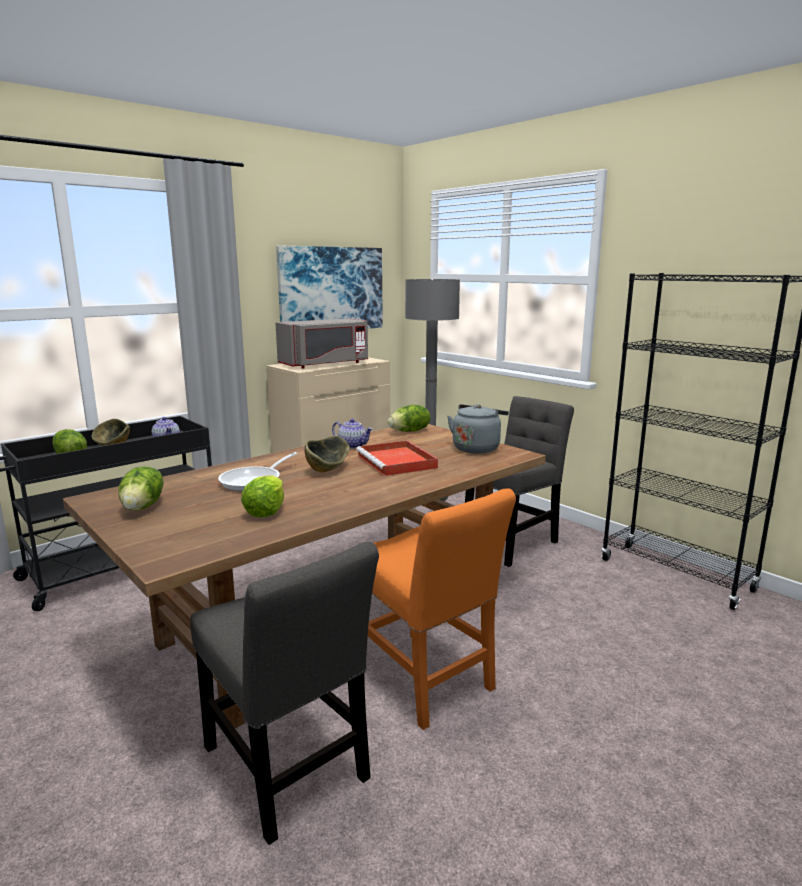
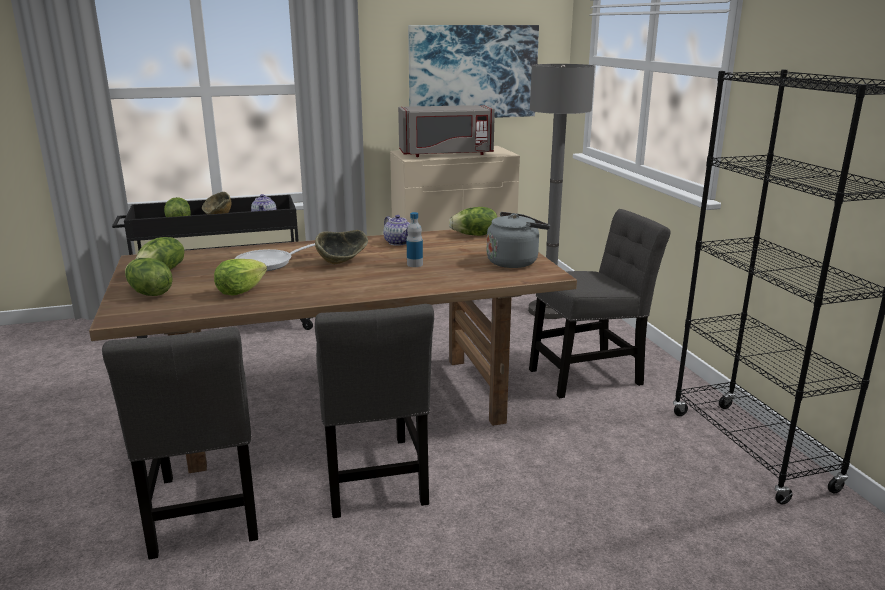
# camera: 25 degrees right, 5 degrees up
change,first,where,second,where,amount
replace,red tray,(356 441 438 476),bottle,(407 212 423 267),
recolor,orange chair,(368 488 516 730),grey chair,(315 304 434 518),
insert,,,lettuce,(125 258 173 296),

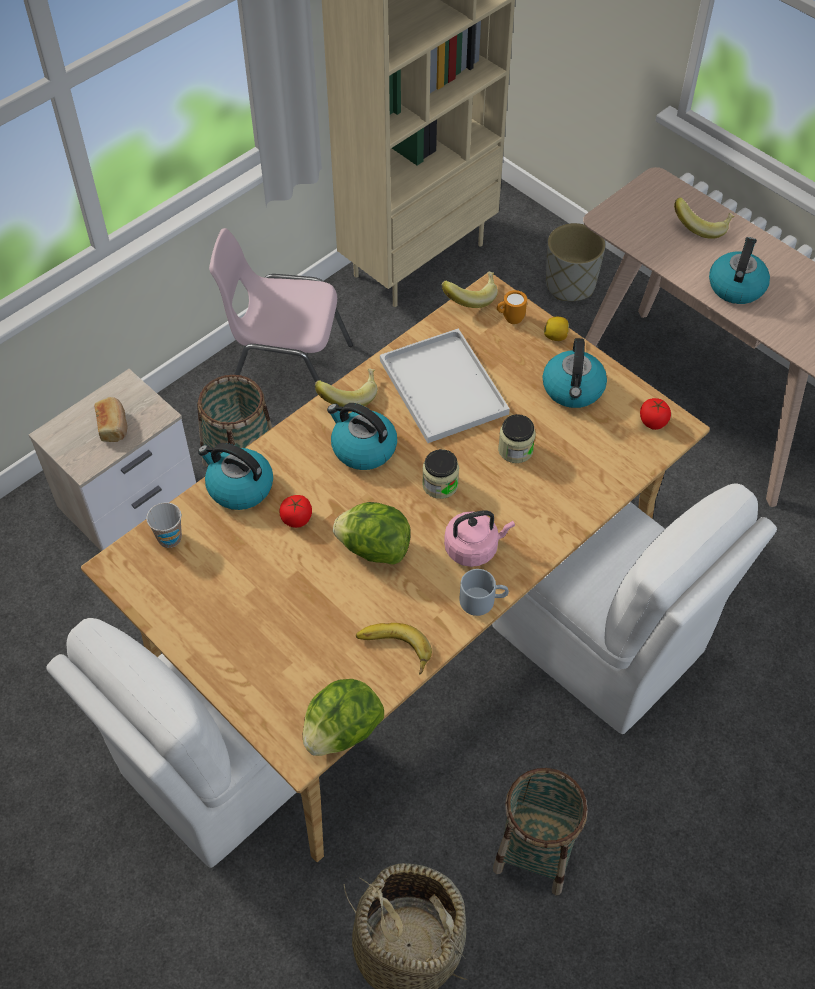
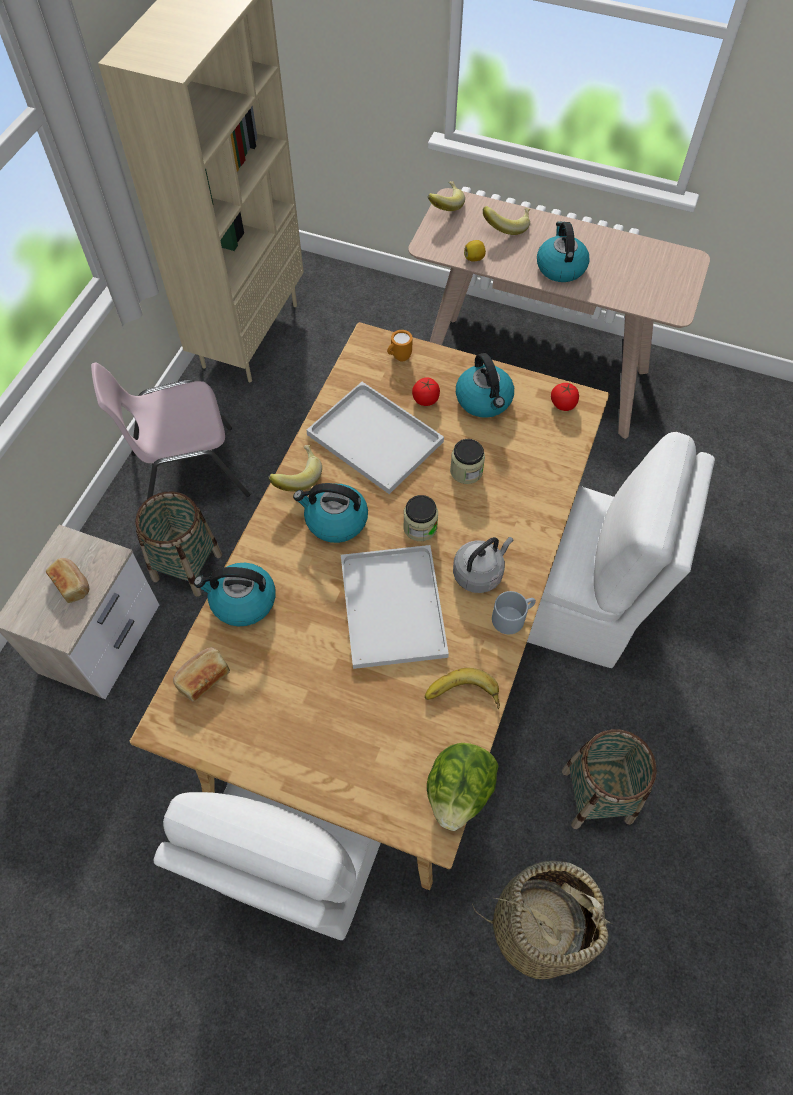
# camera: 25 degrees left, 5 degrees up
change,first,where,second,where,amount
replace,cup,(146 502 182 548),bread,(173 647 230 702),
move,tomato,(280 495 312 528),,(412 377 440 406),
replace,lettuce,(333 502 410 565),white tray,(341 545 449 669),
move,banana,(442 272 498 308),,(427 181 465 211),
recolor,pink kettle,(444 510 515 567),grey kettle,(453 537 514 593),
move,lemon,(544 317 569 341),,(464 240 486 262),
delete,grey planter,(546 223 605 301),,,

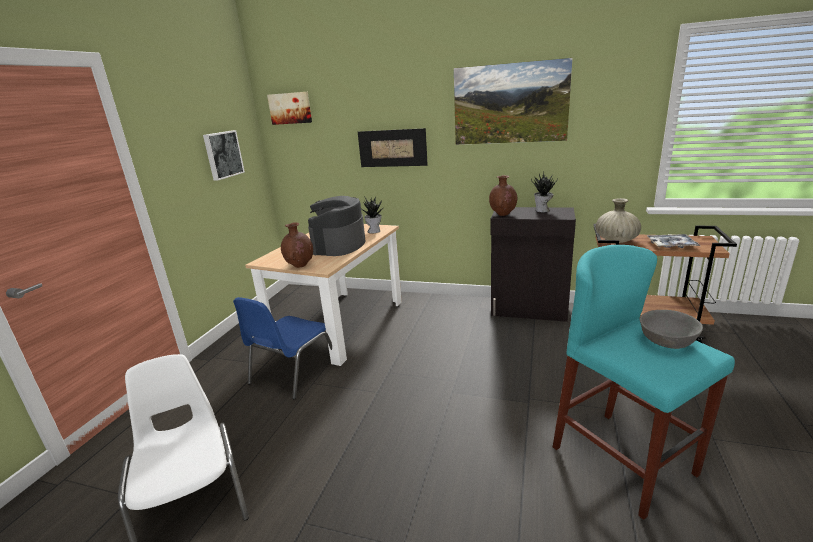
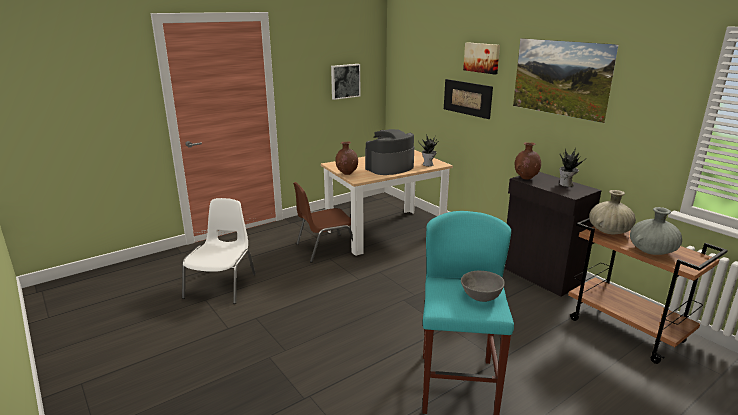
# camera: 35 degrees right, 0 degrees up
change,first,where,second,where,amount
recolor,blue chair,(233 297 332 399),brown chair,(293 182 353 263),
move,picture,(267 92 312 125),,(463 42 500 75),
replace,tray,(646 234 700 248),grey vase,(630 207 682 255),

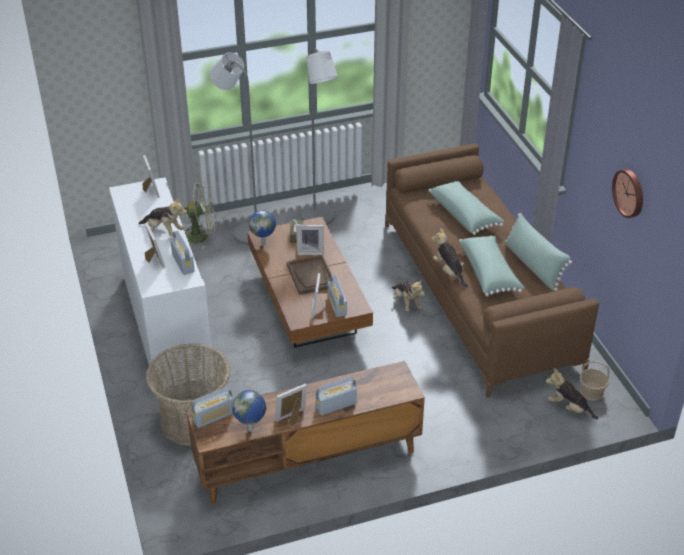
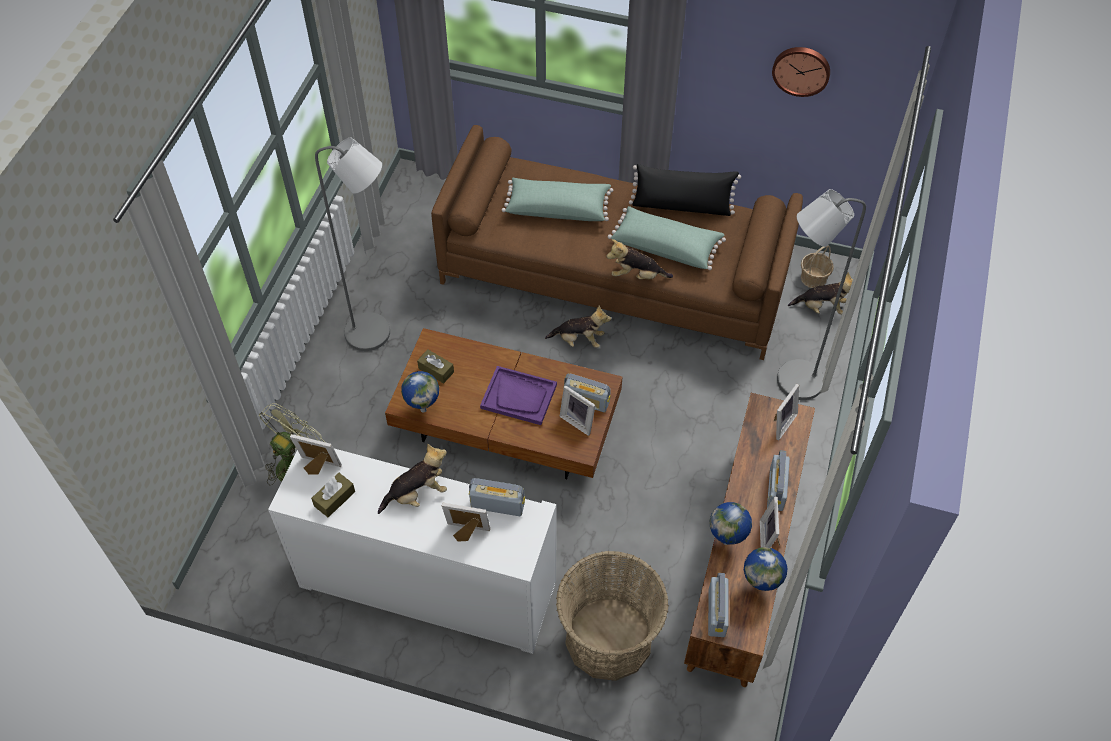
# camera: 55 degrees left, 15 degrees up
change,first,where,second,where,amount
move,grey floor lamp,(209 52 257 245),,(777 189 866 400),
recolor,brown tray,(287 255 332 295),purple tray,(480 366 557 425),
move,picture frame,(296 225 324 255),,(773 383 799 441),
recolor,green pillow,(505 213 572 291),black pillow,(629 164 741 216),
rotate,plush toy,(546 368 598 419),,(788 272 853 315),150 degrees counterclockwise
insert,,,brown tissue box,(311 473 355 517),
insert,,,globe,(710 502 752 545),

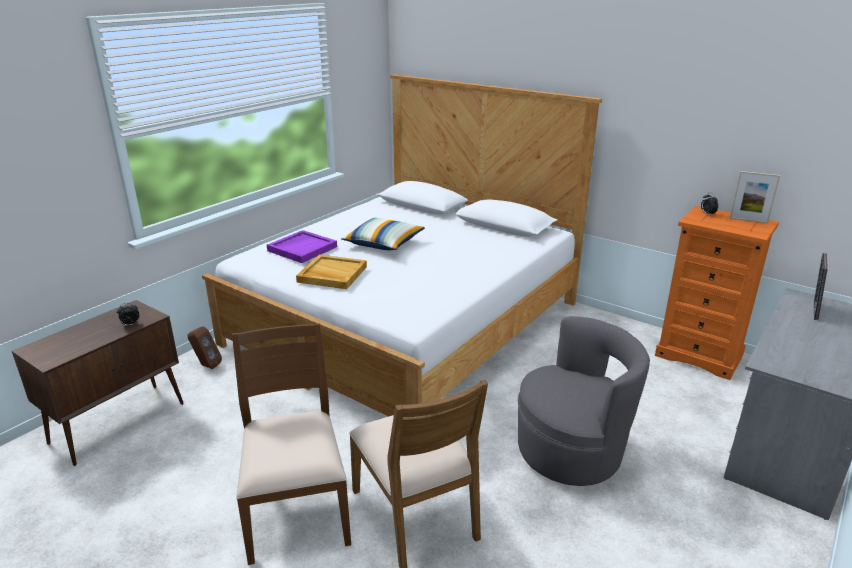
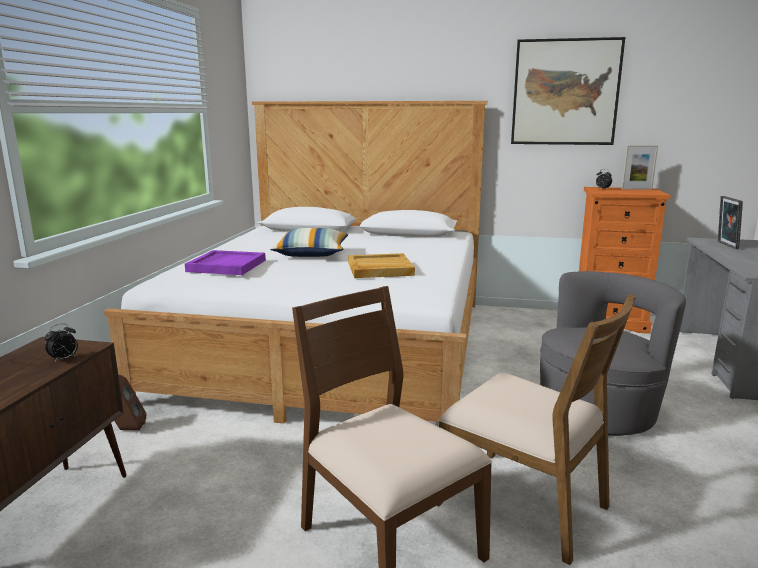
# camera: 25 degrees left, 10 degrees down
change,first,where,second,where,amount
move,beige tray,(296 255 367 289),,(348 253 415 278),
insert,,,picture,(511 37 625 145),

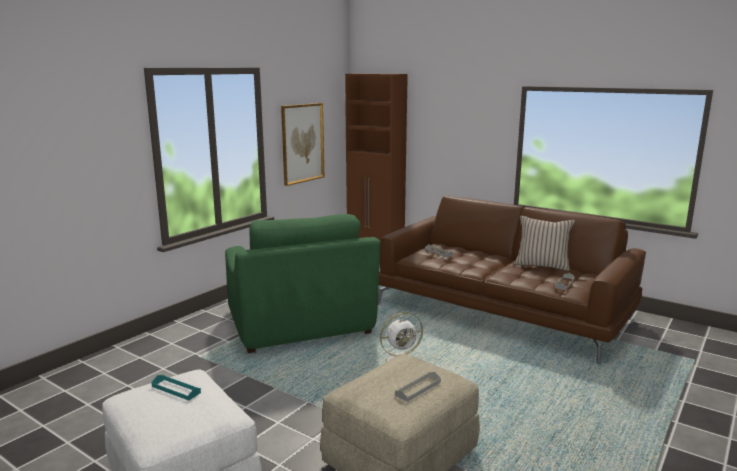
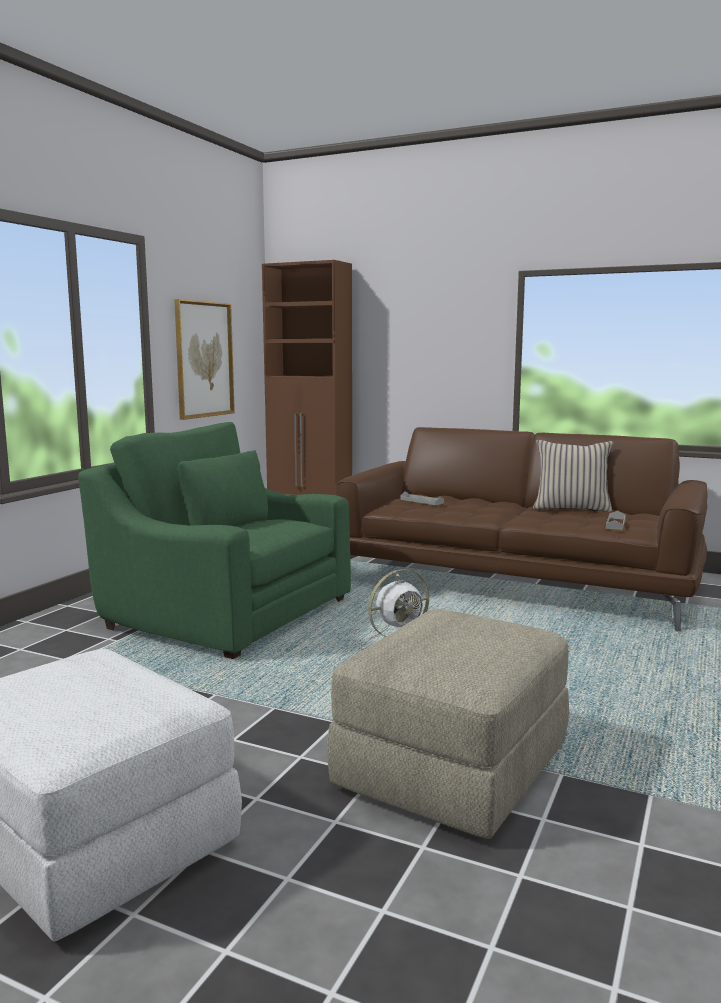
# camera: 10 degrees left, 5 degrees down
change,first,where,second,where,amount
delete,turquoise tray,(151 375 201 401),,,
rotate,green armchair,(225 214 380 353),,(78 422 351 659),150 degrees clockwise
delete,grey tray,(395 372 441 402),,,

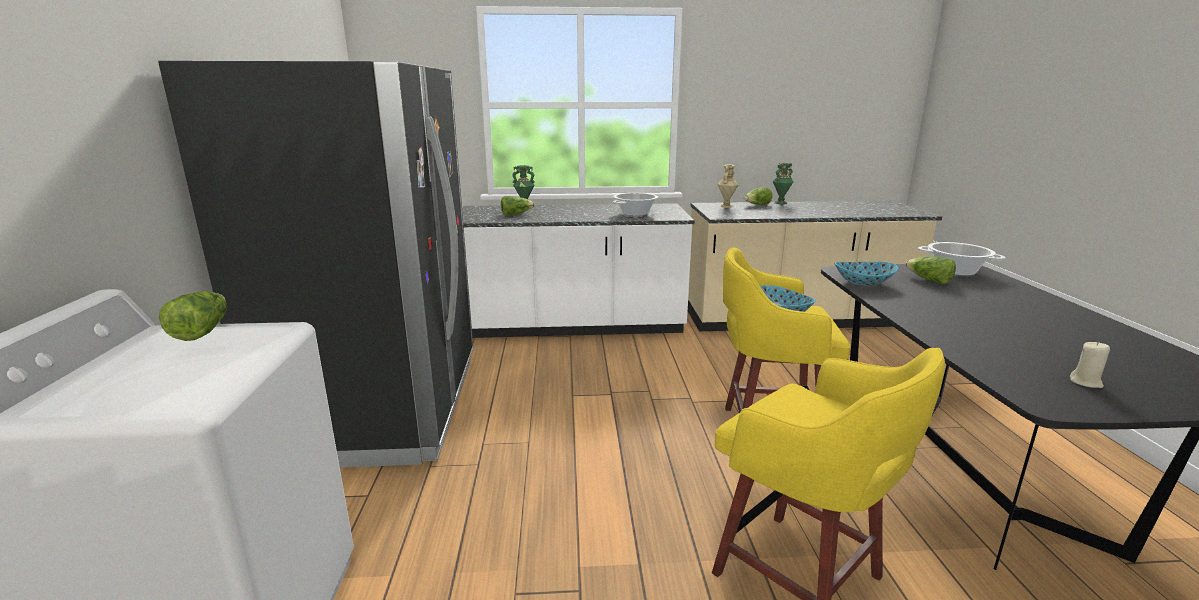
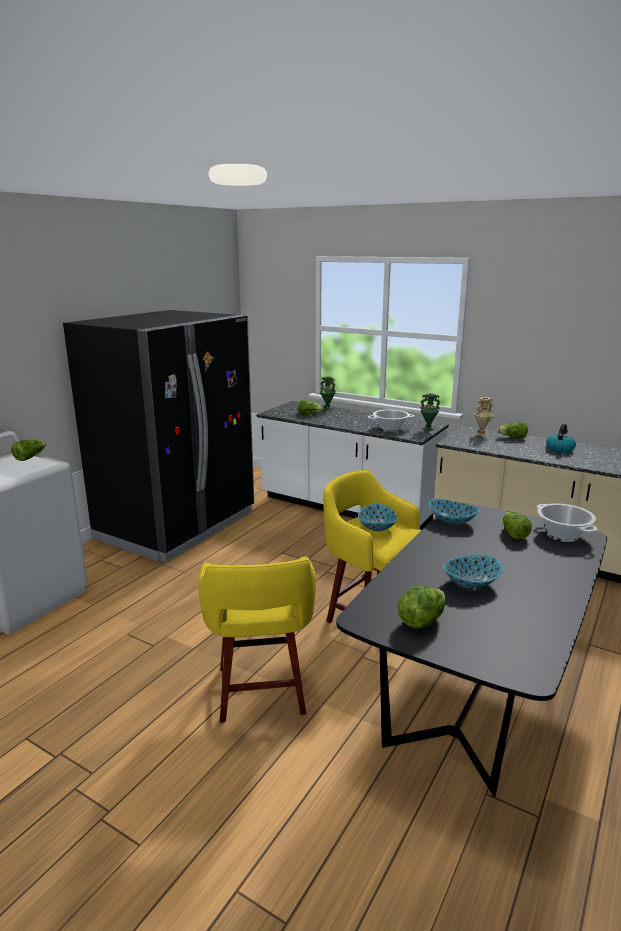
# camera: 35 degrees right, 0 degrees up
change,first,where,second,where,amount
move,green vase,(773 162 794 204),,(420 393 441 431),
replace,beige candle,(1070 341 1110 388),lettuce,(398 586 445 629),
insert,,,bowl,(443 555 502 589),
insert,,,kettle,(546 424 576 453),

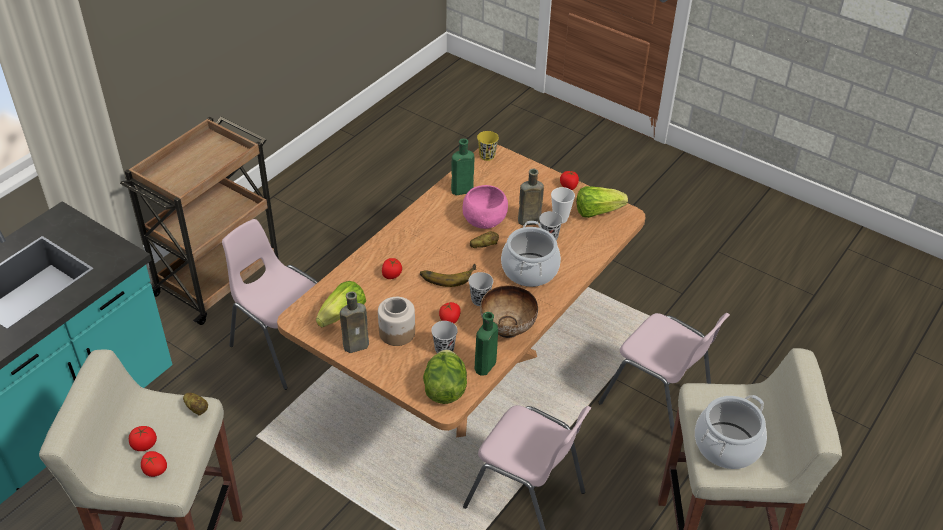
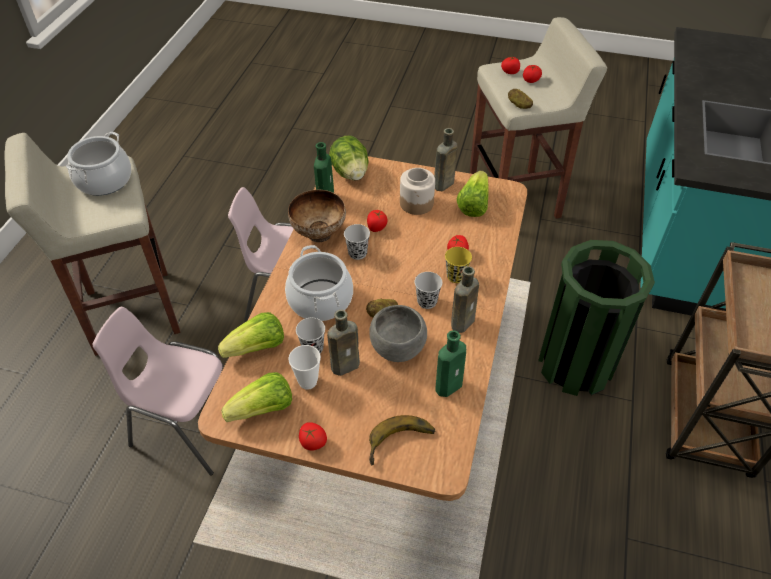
# camera: 160 degrees right, 5 degrees up
change,first,where,second,where,amount
replace,pink chair,(222 219 318 390),green trash can,(538 240 655 396),
move,banana,(420 264 476 287),,(369 415 435 465),
move,black cup,(431 321 458 353),,(415 272 442 309),
recolor,pink bowl,(463 185 508 229),grey bowl,(369 305 427 362),
move,yellow cup,(477 131 499 161),,(445 247 472 283),
insert,,,lettuce,(218 312 284 358),
insert,,,brown bottle,(451 266 479 333),

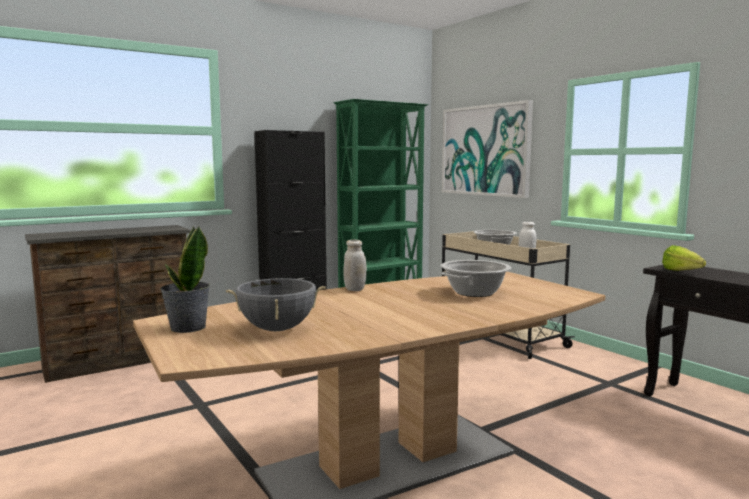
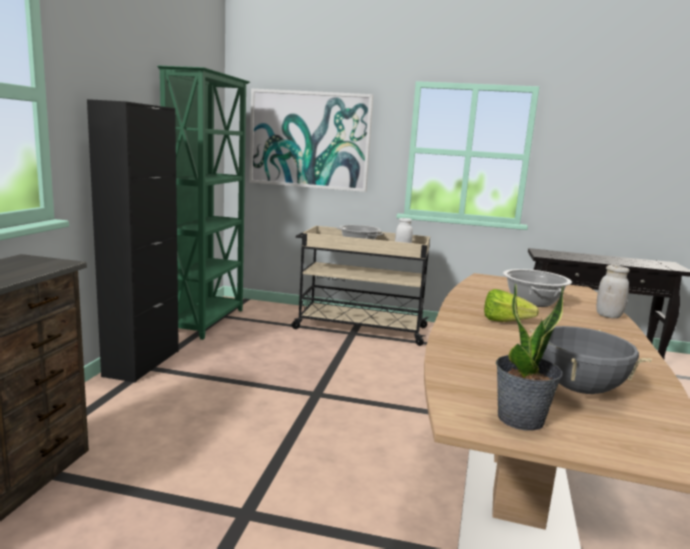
# camera: 45 degrees left, 5 degrees up
change,first,where,second,where,amount
move,white jar,(343 240 367 291),,(596 265 629 318),
move,lettuce,(662 245 706 271),,(484 289 539 322),

